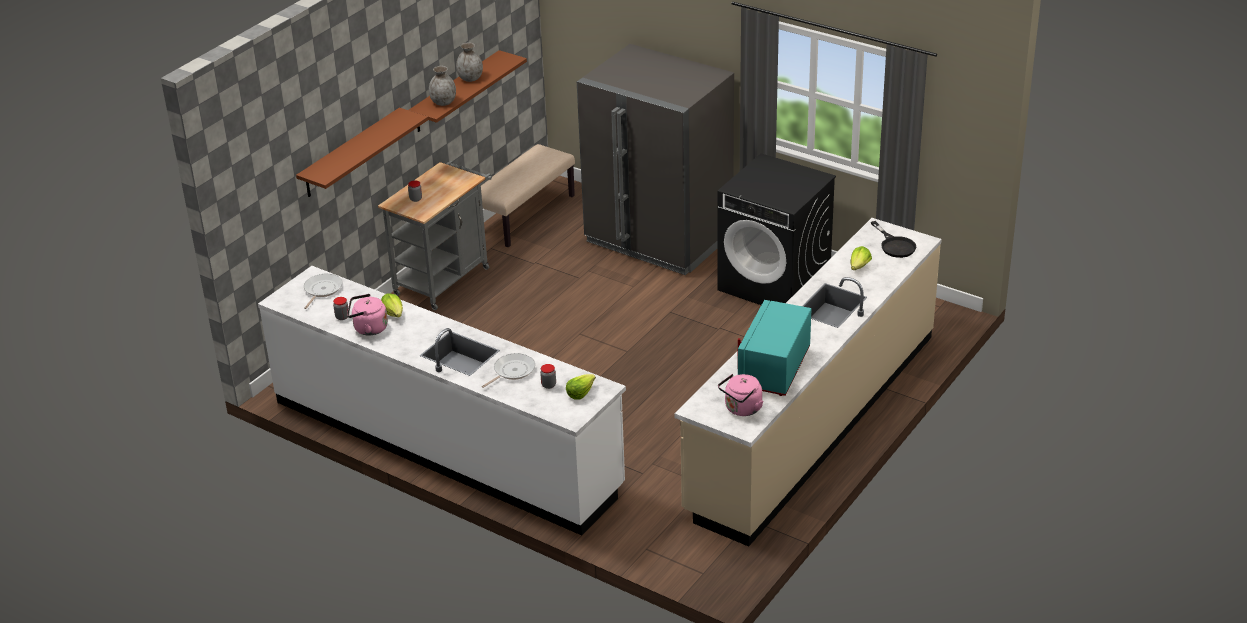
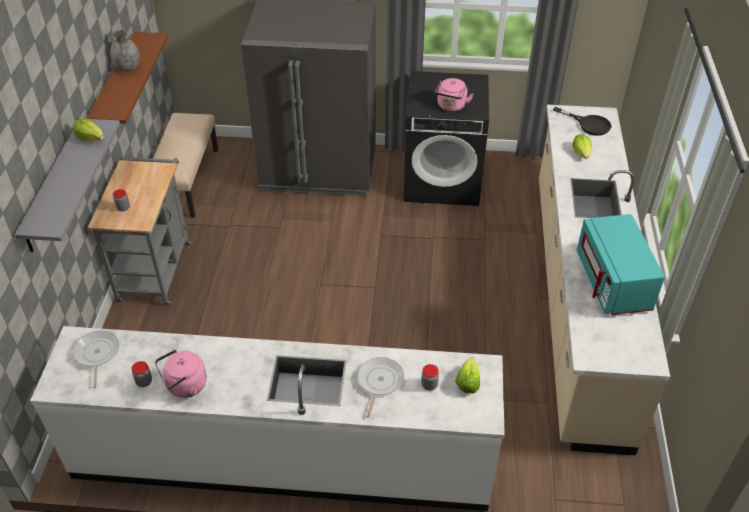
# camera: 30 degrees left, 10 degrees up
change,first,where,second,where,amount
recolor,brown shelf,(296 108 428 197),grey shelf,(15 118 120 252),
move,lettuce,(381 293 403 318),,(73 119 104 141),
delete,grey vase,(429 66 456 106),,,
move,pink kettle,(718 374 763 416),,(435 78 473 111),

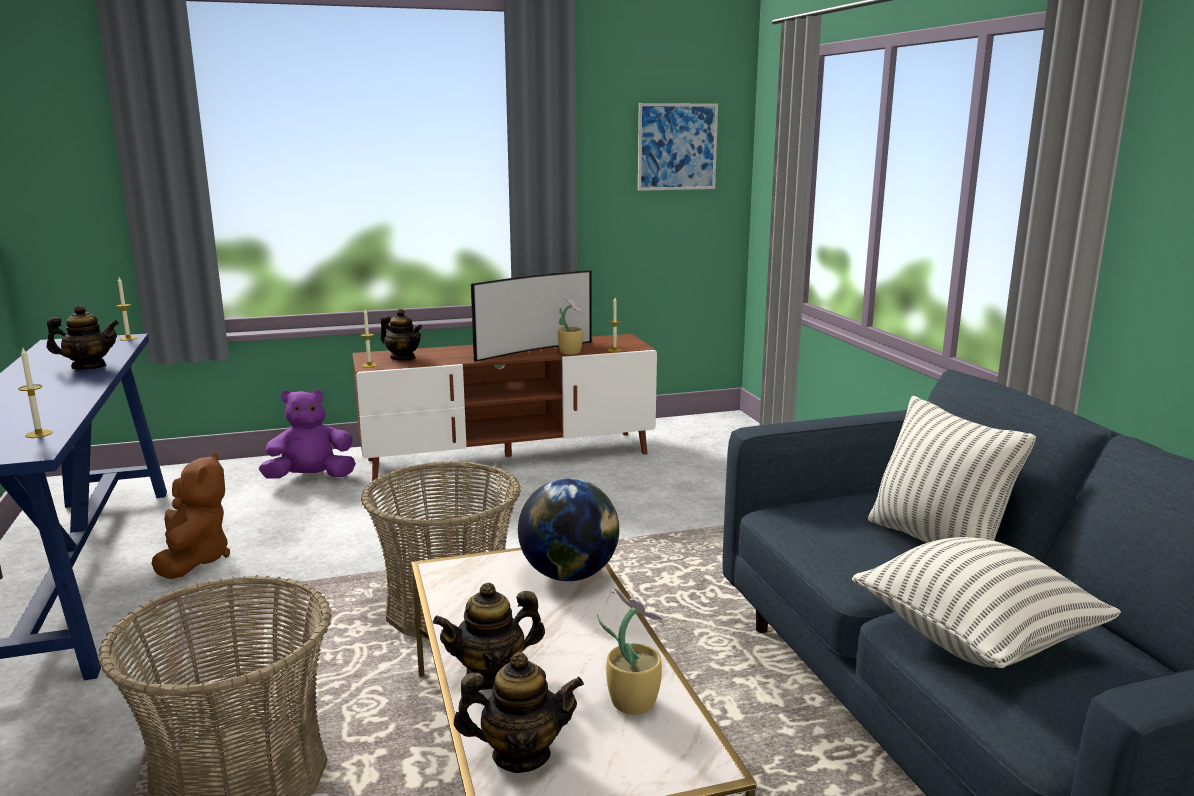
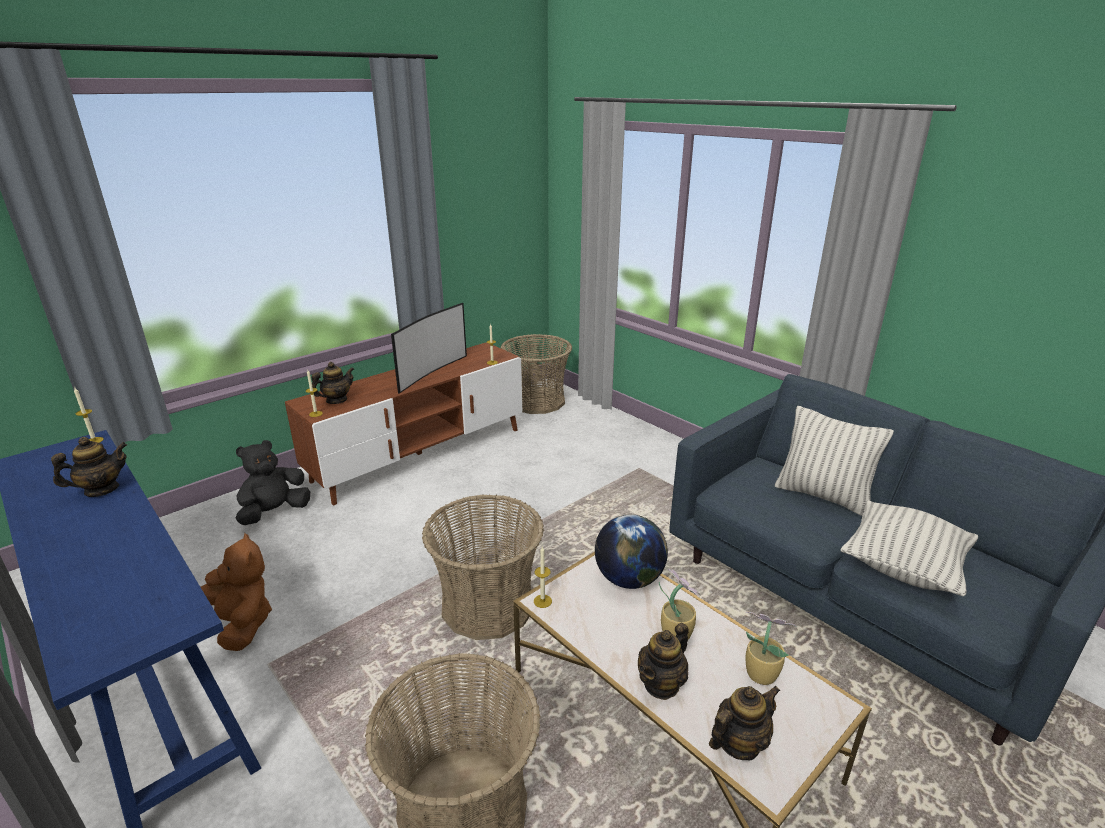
# camera: 25 degrees left, 10 degrees up
change,first,where,second,where,amount
move,candle,(18 348 53 438),,(534 546 552 608),
recolor,purple plush toy,(259 389 356 479),black plush toy,(235 440 310 525),
rotate,teapot,(381 309 422 360),,(312 362 354 404),45 degrees counterclockwise
move,potted plant,(558 293 583 355),,(659 568 701 640),
delete,picture,(638 103 718 191),,,
insert,,,basket,(501 334 572 414),

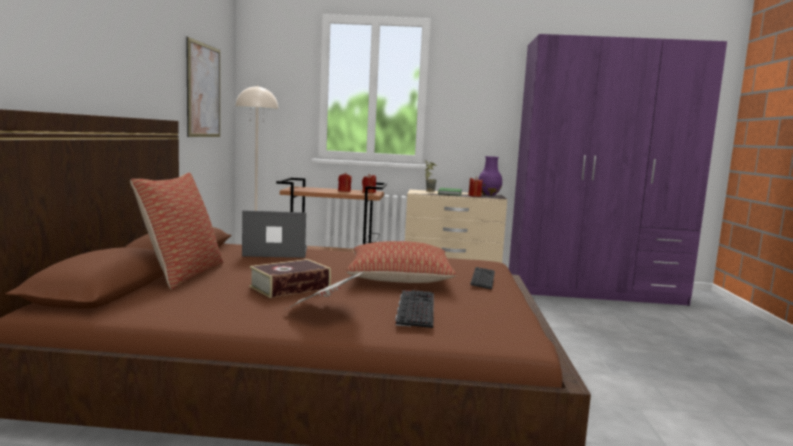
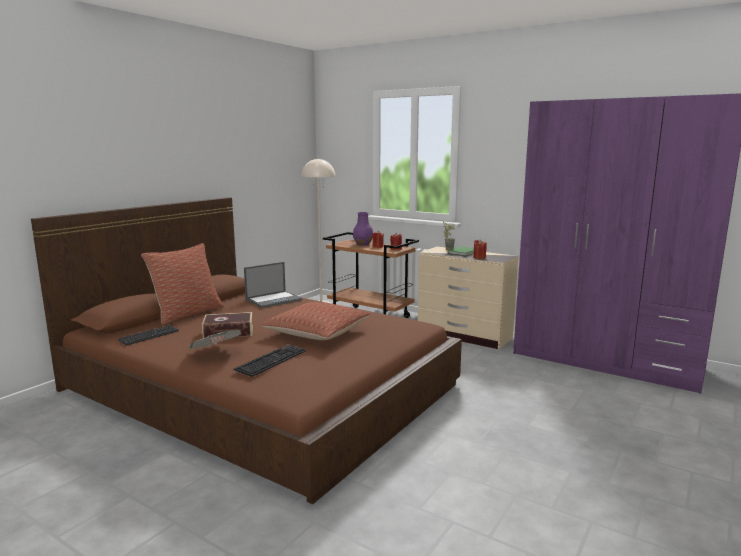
# camera: 30 degrees right, 5 degrees up
change,first,where,second,where,amount
delete,picture,(186 37 220 137),,,
rotate,laptop,(242 210 307 258),,(244 262 302 308),120 degrees clockwise
move,keyboard,(470 267 495 289),,(118 325 179 346),
move,purple vase,(478 156 502 195),,(353 212 373 245),

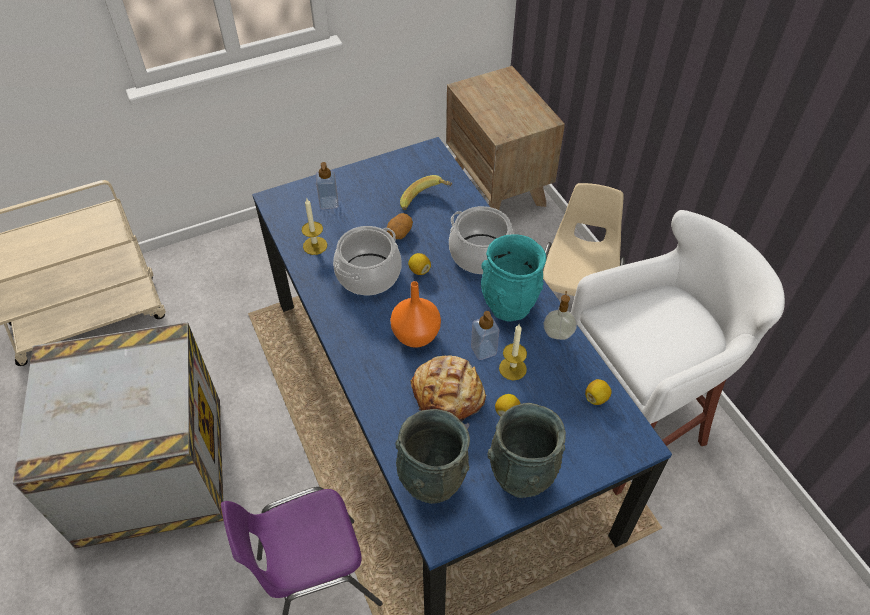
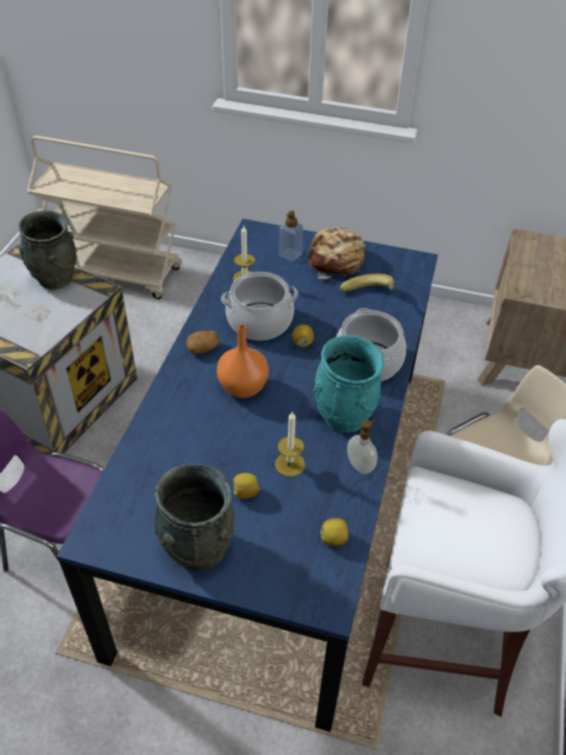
# camera: 40 degrees right, 5 degrees down
change,first,where,second,where,amount
move,potato,(387 213 413 239),,(186 331 220 354),
move,grey vase,(396 409 470 504),,(18 210 77 290),
move,bread,(410 355 487 429),,(308 227 365 279),
delete,soap dispenser,(471 311 499 360),,,

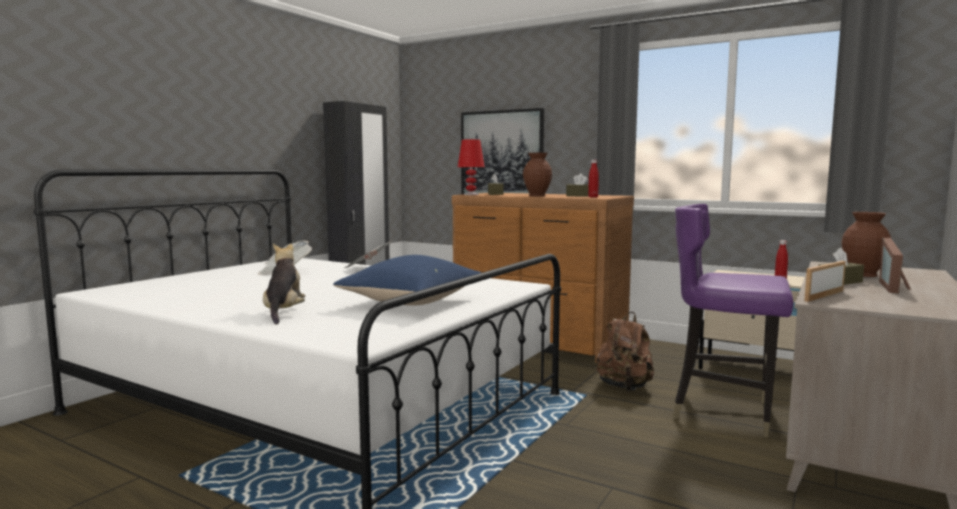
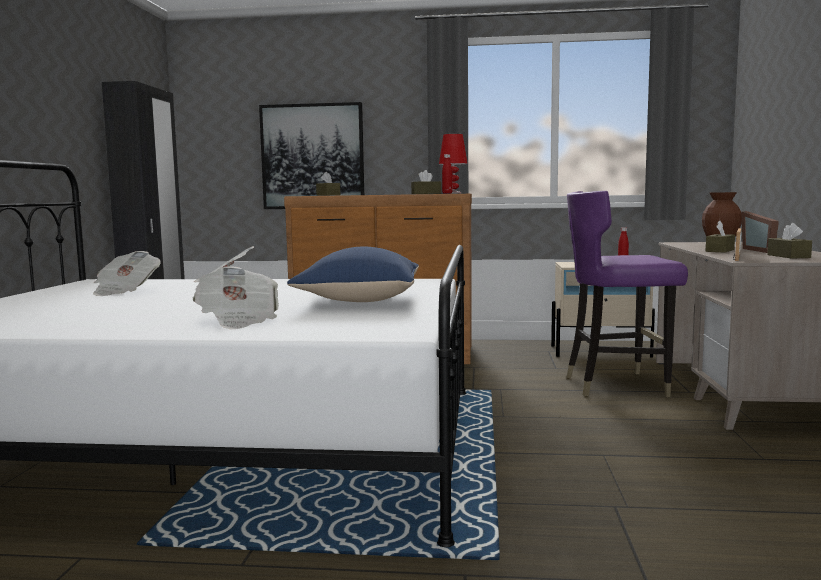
# camera: 25 degrees left, 0 degrees up
change,first,where,second,where,amount
replace,plush toy,(263 244 305 325),newspaper,(193 266 279 329),
move,red table lamp,(458 139 485 195),,(439 134 468 194),
delete,brown vase,(523 153 552 197),,,
delete,brown backpack,(596 312 654 391),,,
insert,,,brown tissue box,(767 223 812 259),

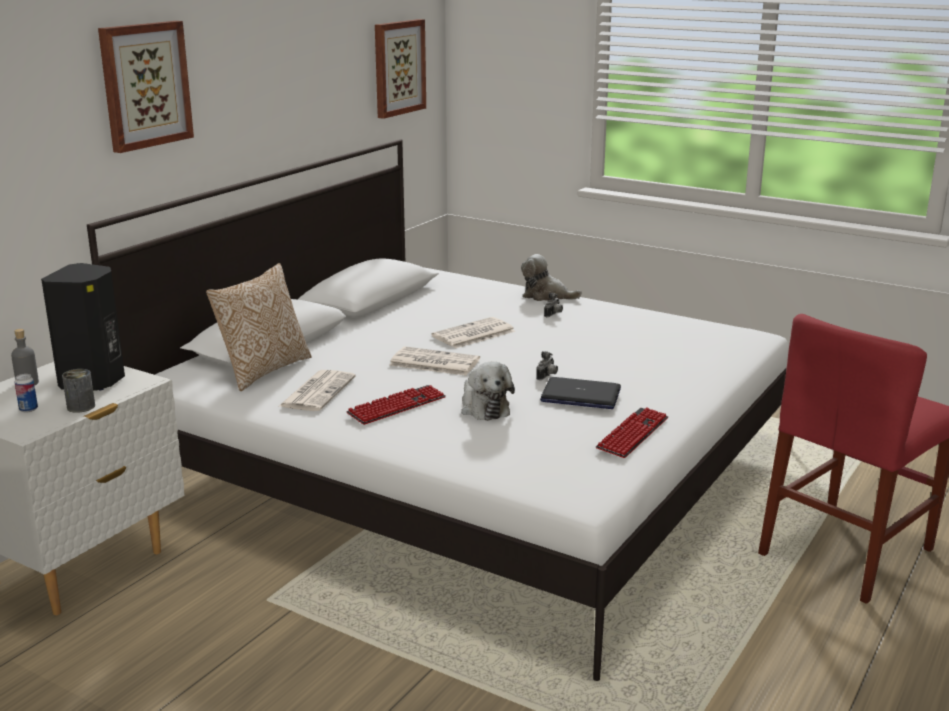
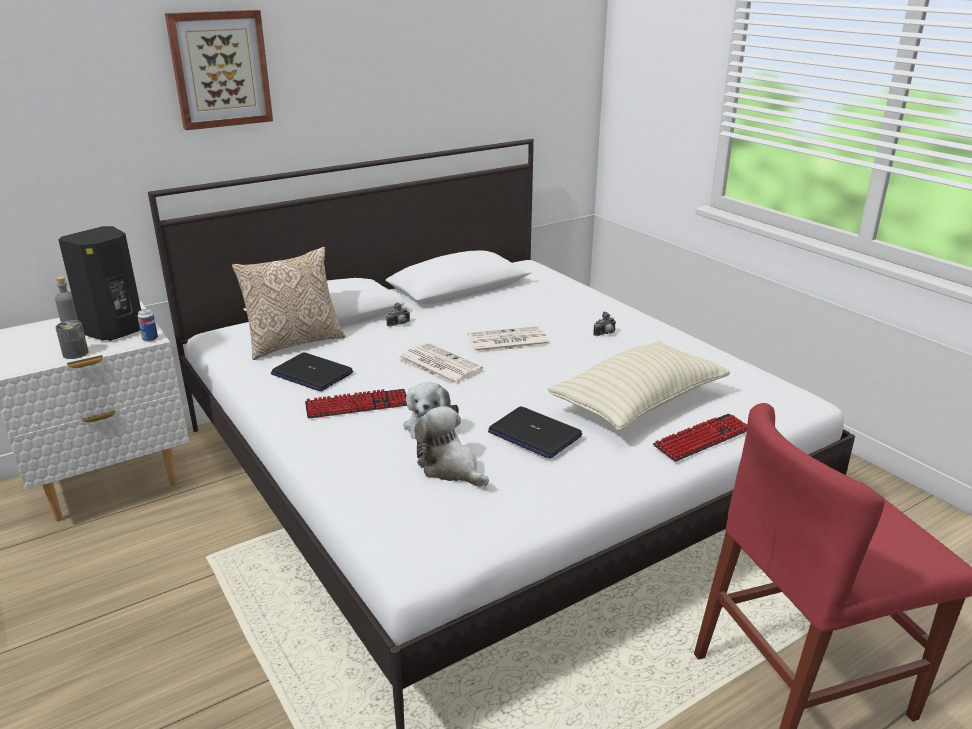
# camera: 25 degrees right, 5 degrees up
change,first,where,second,where,amount
move,can,(14 374 38 413),,(137 309 158 342),
replace,newspaper,(278 370 356 411),laptop,(271 352 353 391),
delete,picture,(375 19 426 119),,,
move,plush toy,(521 254 582 301),,(414 406 489 487),
move,photo camera,(536 351 558 380),,(386 302 410 327),
move,keyboard,(596 408 668 458),,(653 414 747 462),
insert,,,beige pillow,(548 341 730 431),

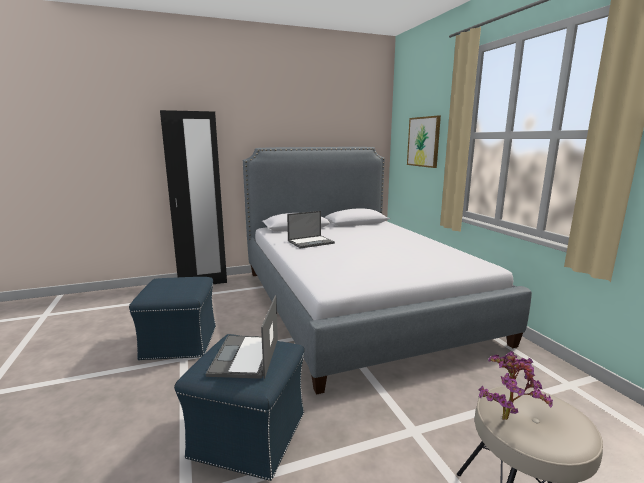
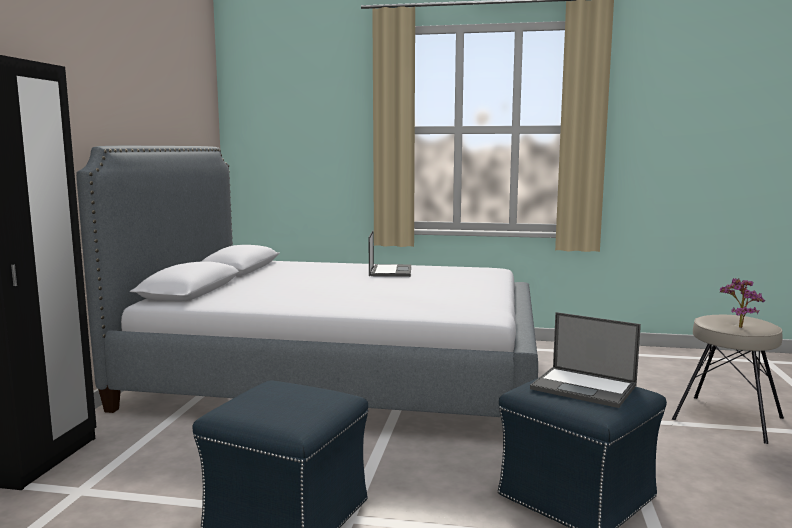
# camera: 60 degrees left, 5 degrees down
change,first,where,second,where,amount
move,laptop,(287 211 335 248),,(369 230 411 277),
delete,picture,(407 115 441 168),,,

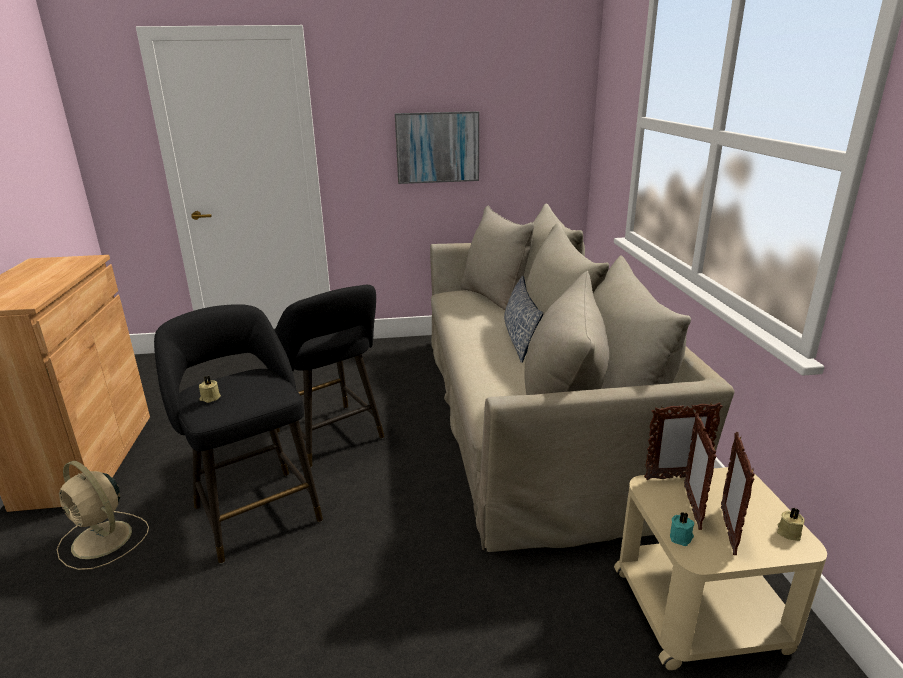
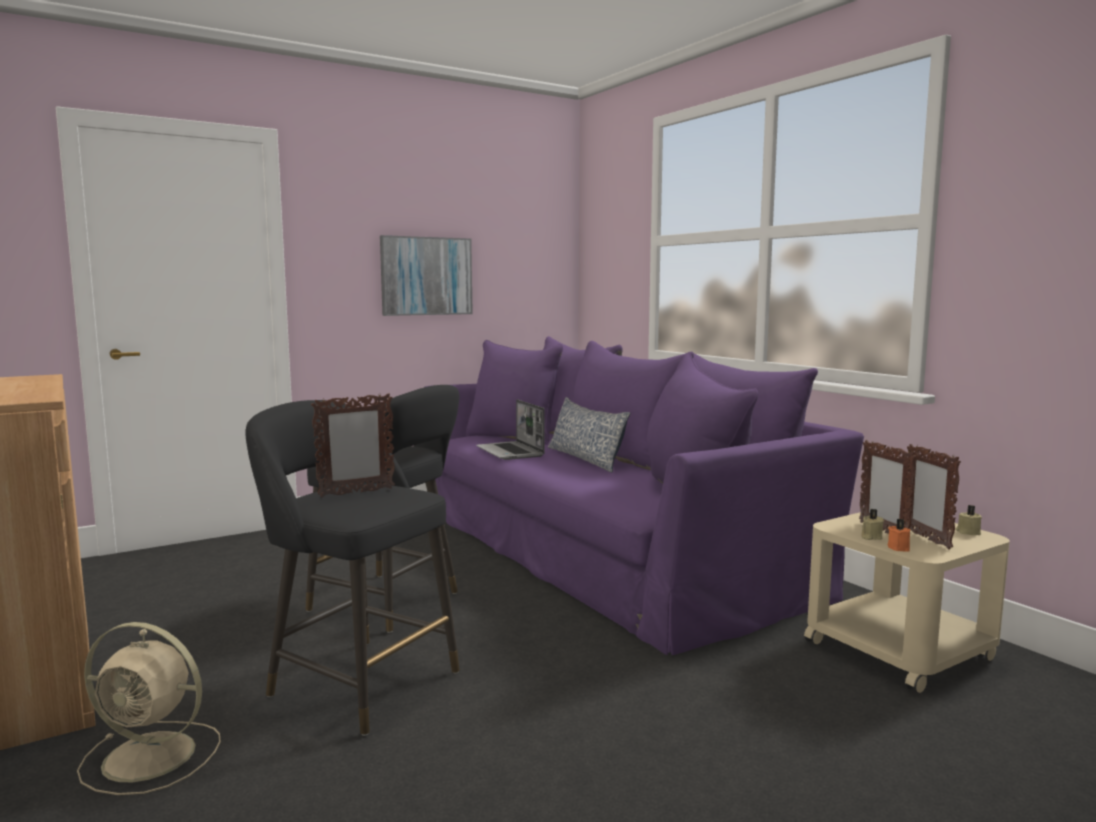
# camera: 25 degrees left, 15 degrees down
change,first,where,second,where,amount
move,beige candle,(198 376 221 403),,(862 509 884 540),
recolor,beige sofa,(430 204 735 552),purple sofa,(425 336 864 655),
move,picture frame,(644 402 723 480),,(311 393 395 497),
recolor,turquoise candle,(670 512 694 546),orange candle,(888 519 910 551),
insert,,,laptop,(476 399 545 460),

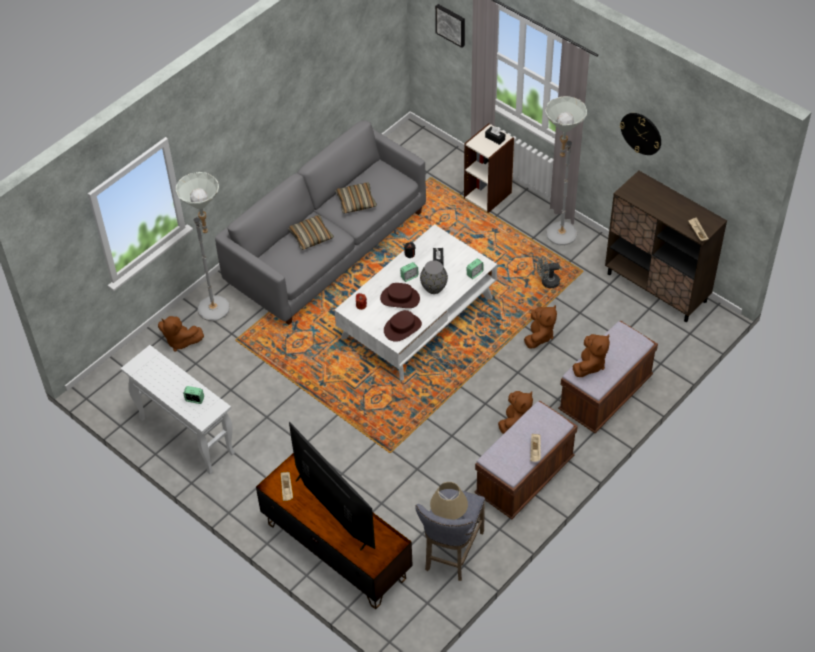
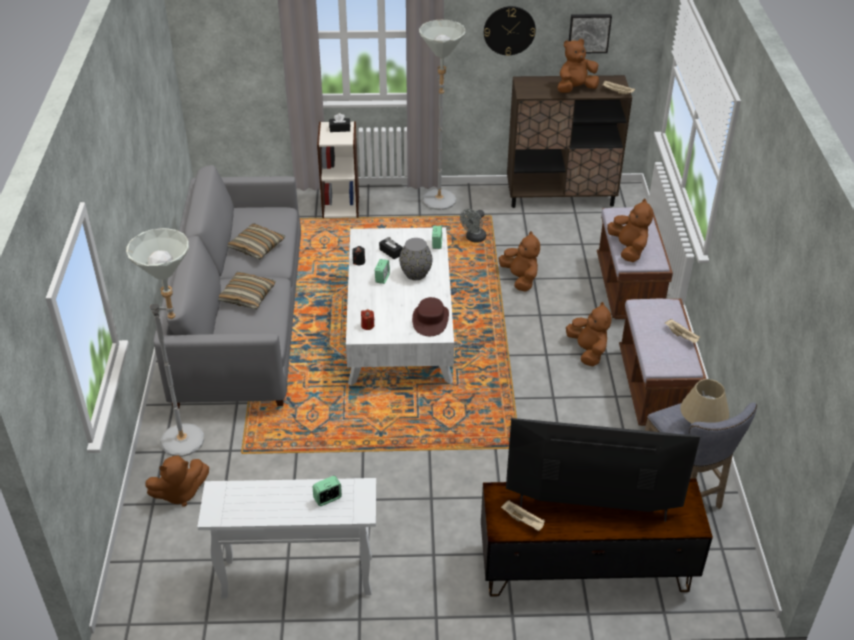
# camera: 45 degrees left, 10 degrees down
change,first,where,second,where,amount
delete,brown hat,(380 283 420 308),,,
move,picture,(435 4 465 48),,(569 14 612 53),
insert,,,brown plush toy,(557 39 599 93),

